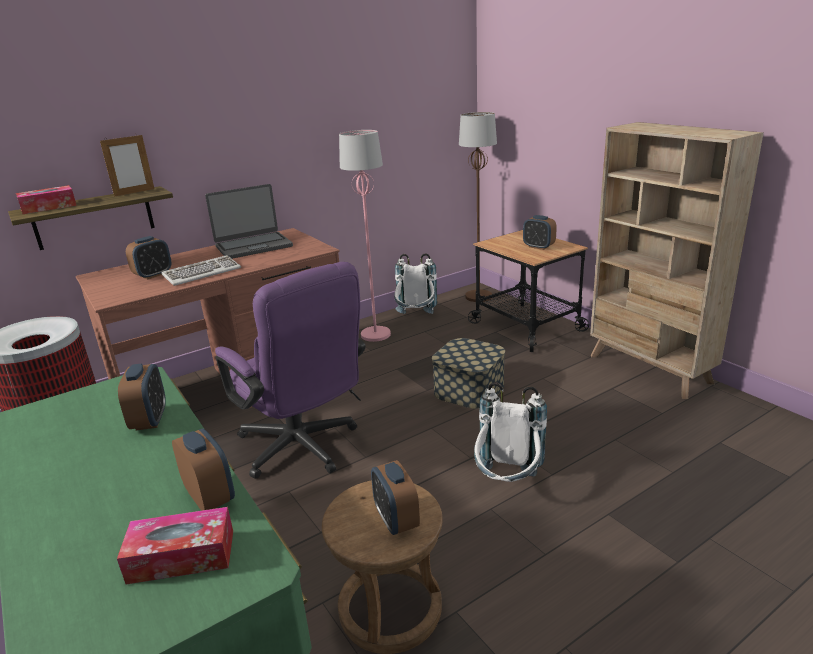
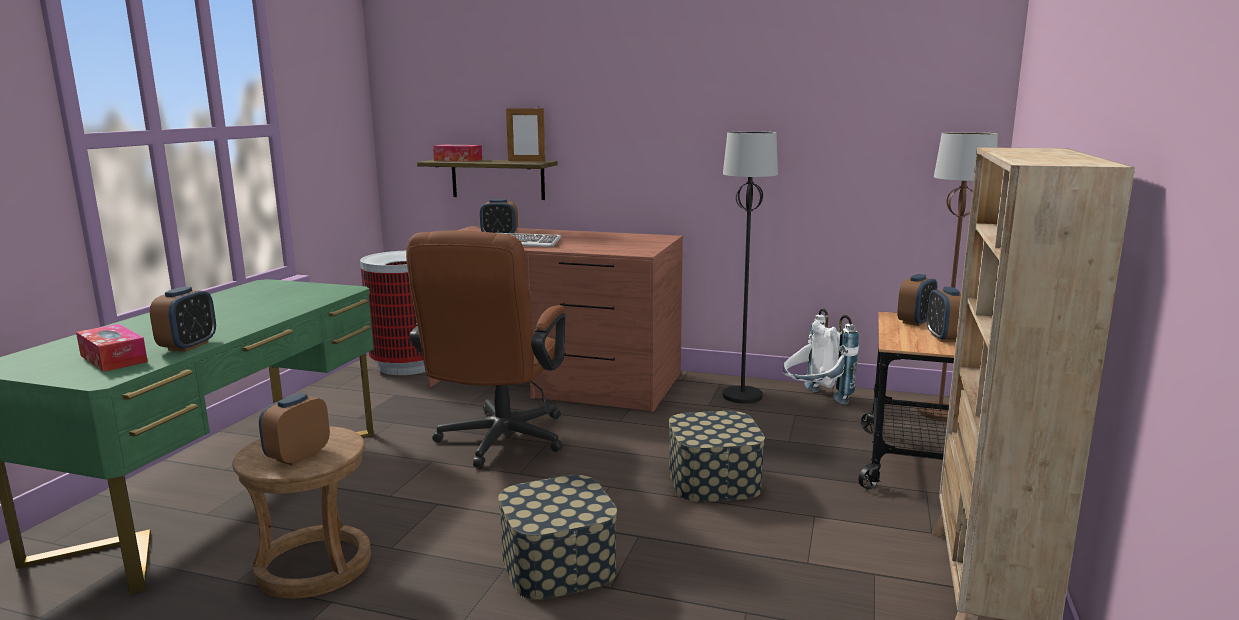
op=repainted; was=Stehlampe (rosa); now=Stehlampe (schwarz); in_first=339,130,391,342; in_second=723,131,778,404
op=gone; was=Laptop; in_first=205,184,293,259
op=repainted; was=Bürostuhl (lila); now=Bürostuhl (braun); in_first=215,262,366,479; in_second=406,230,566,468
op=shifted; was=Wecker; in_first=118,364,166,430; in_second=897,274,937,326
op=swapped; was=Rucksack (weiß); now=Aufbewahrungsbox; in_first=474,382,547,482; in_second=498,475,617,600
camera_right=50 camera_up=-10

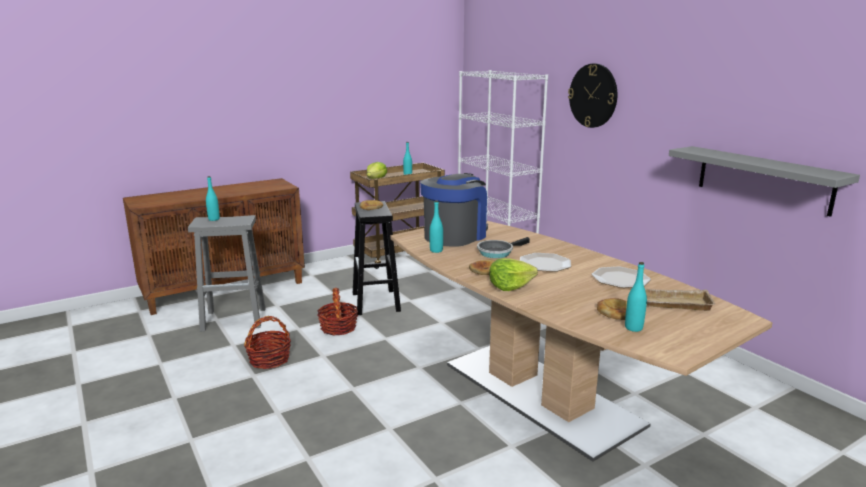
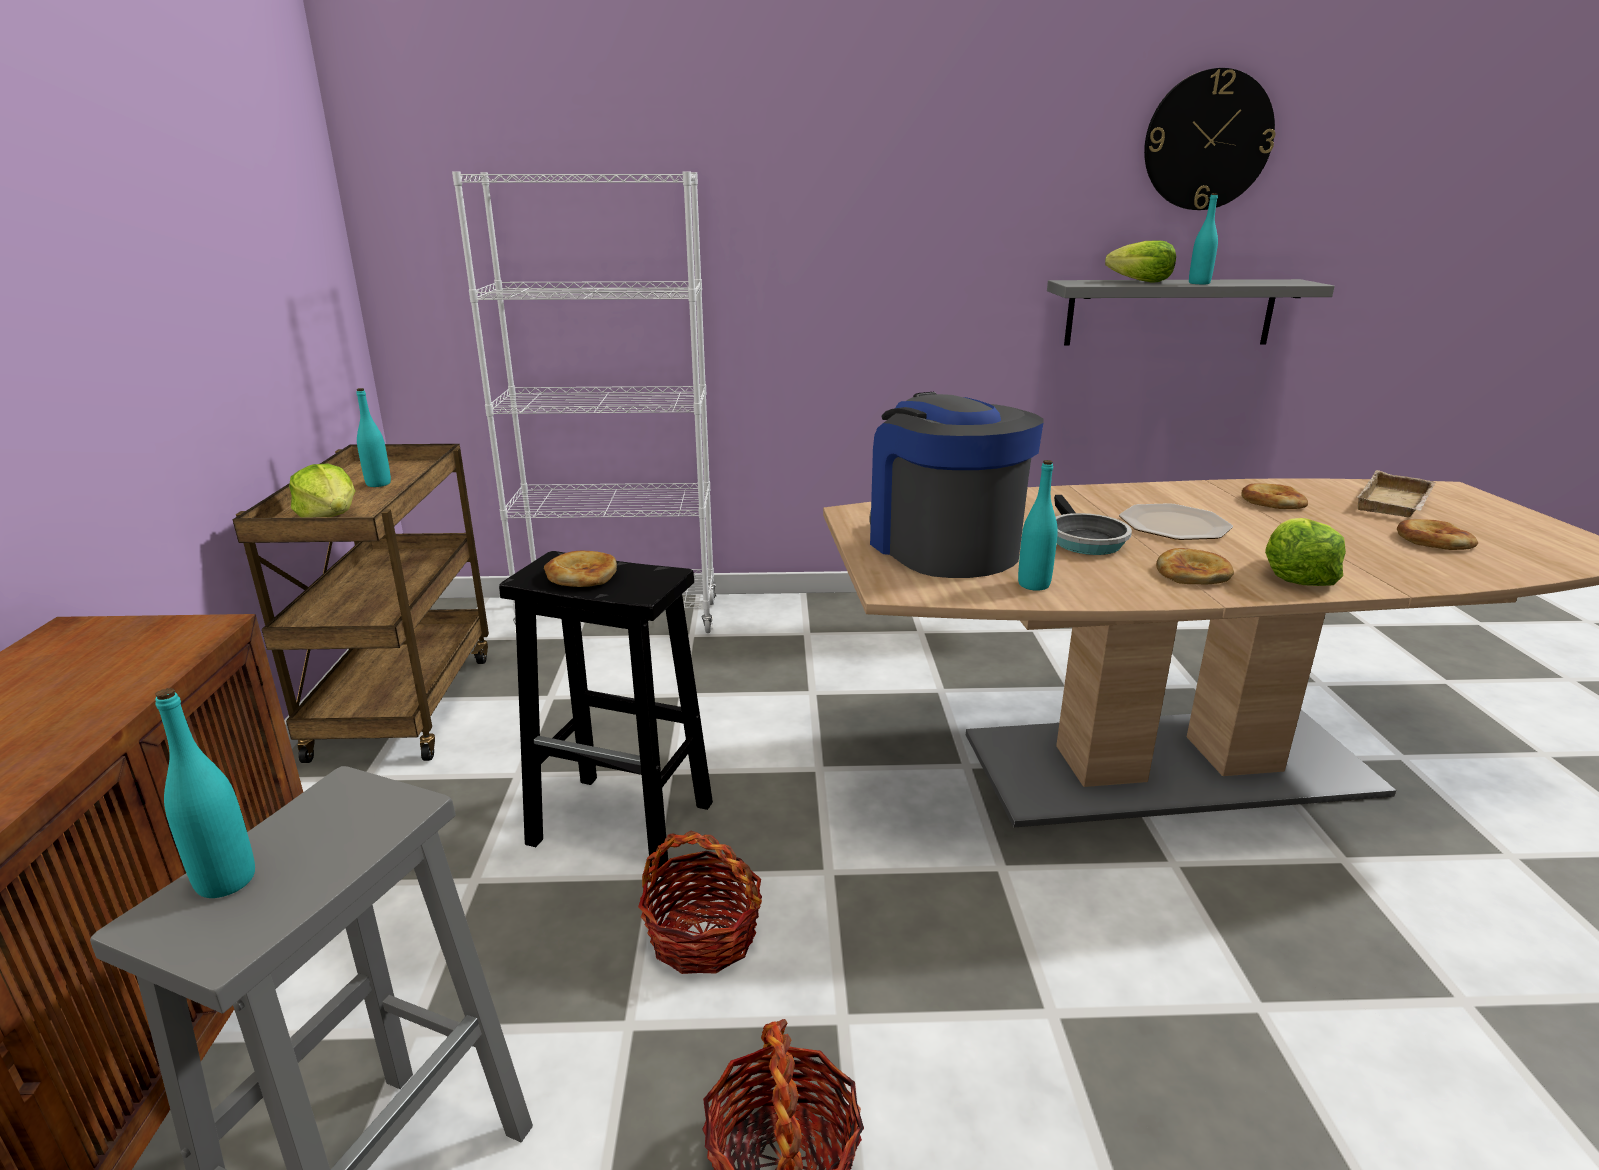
op=shifted; was=Wanduhr; in_first=568,64,617,128; in_second=1144,68,1275,210
op=shifted; was=Flasche (türkis); in_first=625,262,647,332; in_second=1189,193,1218,284
op=swapped; was=Teller; now=Brot; in_first=592,266,651,288; in_second=1241,483,1308,509
op=new; now=Salatkopf; in_second=1105,240,1176,282
camera_right=-60 camera_up=5

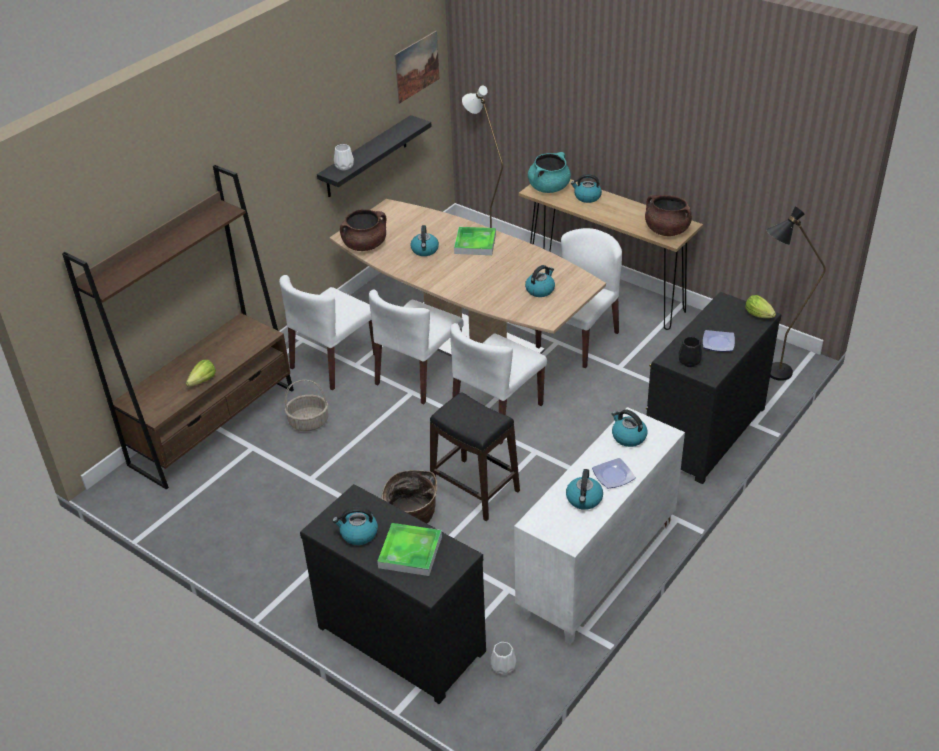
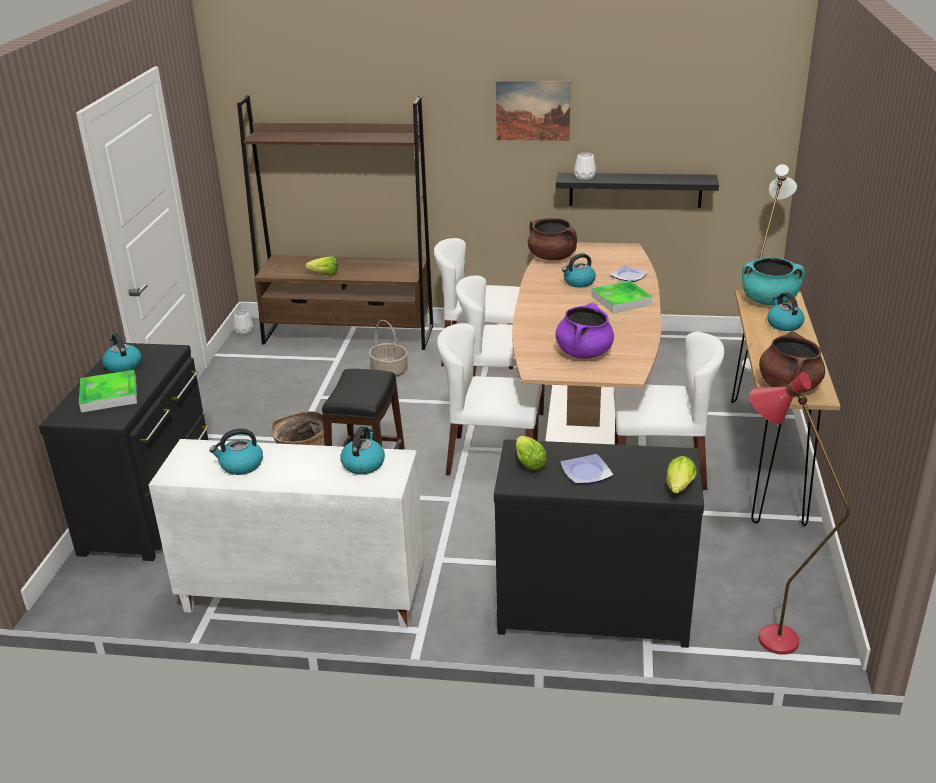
op=shifted; was=Bild; in_first=394,31,439,104; in_second=496,81,571,141
op=repainted; was=Stehlampe (schwarz); now=Stehlampe (rot); in_first=766,206,826,381; in_second=750,372,850,655
op=swapped; was=Wasserkessel; now=Kochtopf (lila); in_first=525,265,555,297; in_second=556,303,614,359
op=swapped; was=Vase (schwarz); now=Salatkopf; in_first=678,337,702,367; in_second=516,436,547,470
op=shifted; was=Teller; in_first=592,458,636,488; in_second=610,265,648,282
op=shifted; was=Vase (weiß); in_first=491,642,516,675; in_second=233,310,253,335
camera_right=60 camera_up=-10

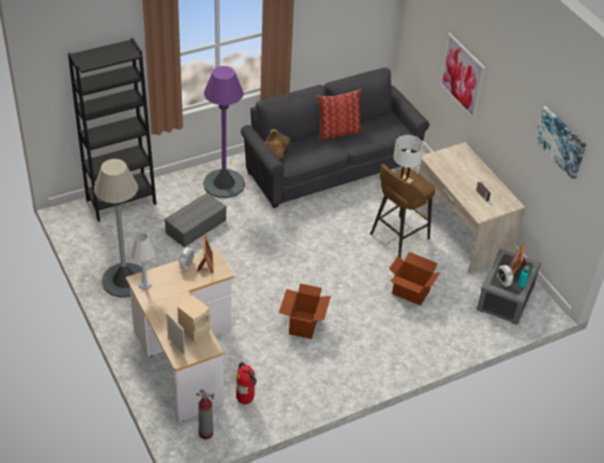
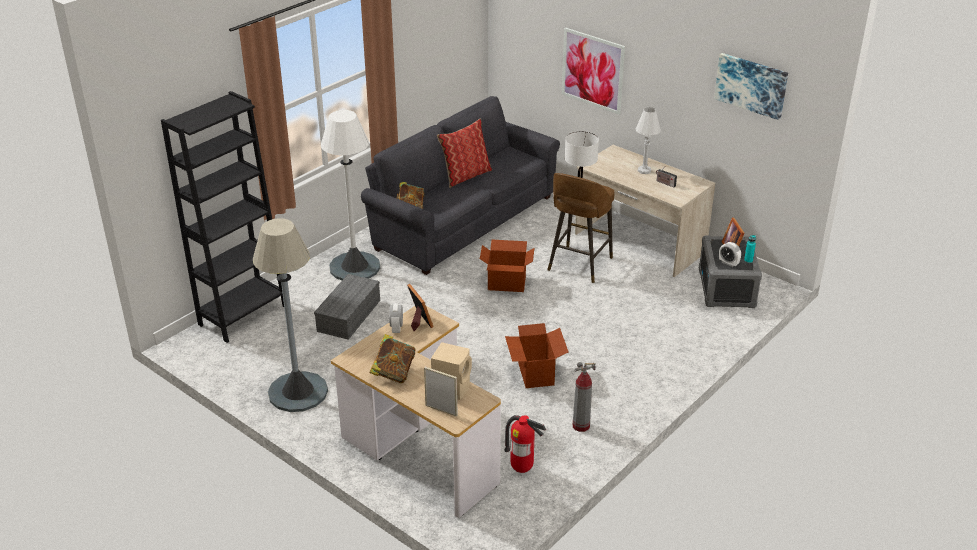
op=repainted; was=Stehlampe (lila); now=Stehlampe (weiß); in_first=203,66,245,198; in_second=321,110,380,280
op=shifted; was=Tischlampe (weiß); in_first=130,233,155,289; in_second=636,107,661,174
op=shifted; was=Karton; in_first=389,252,440,306; in_second=480,239,534,292
op=shifted; was=Feuerlöscher; in_first=196,389,214,439; in_second=573,362,596,432
op=new; now=Buch; in_second=369,334,415,383
camera_right=-20 camera_up=-10

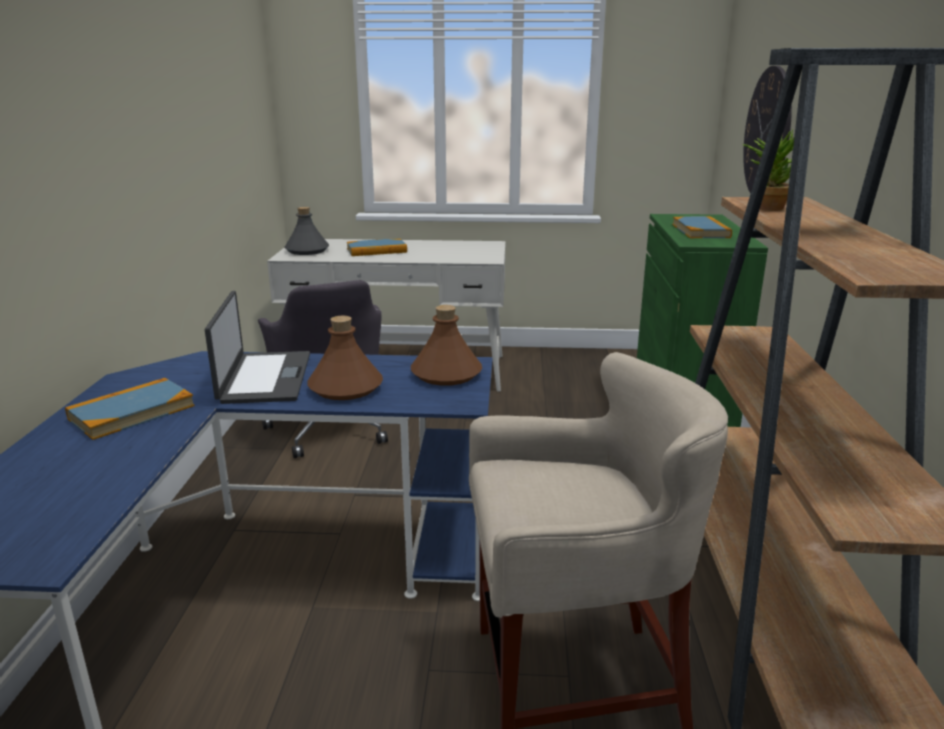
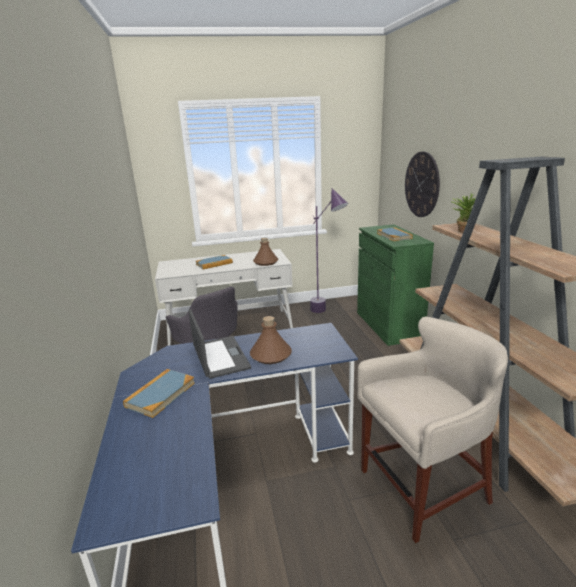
op=gone; was=Flasche (grau); in_first=284,207,329,255
op=shifted; was=Flasche (braun); in_first=411,305,482,386; in_second=253,238,278,266
op=new; now=Stehlampe (lila); in_second=310,188,348,313
camera_right=-15 camera_up=0

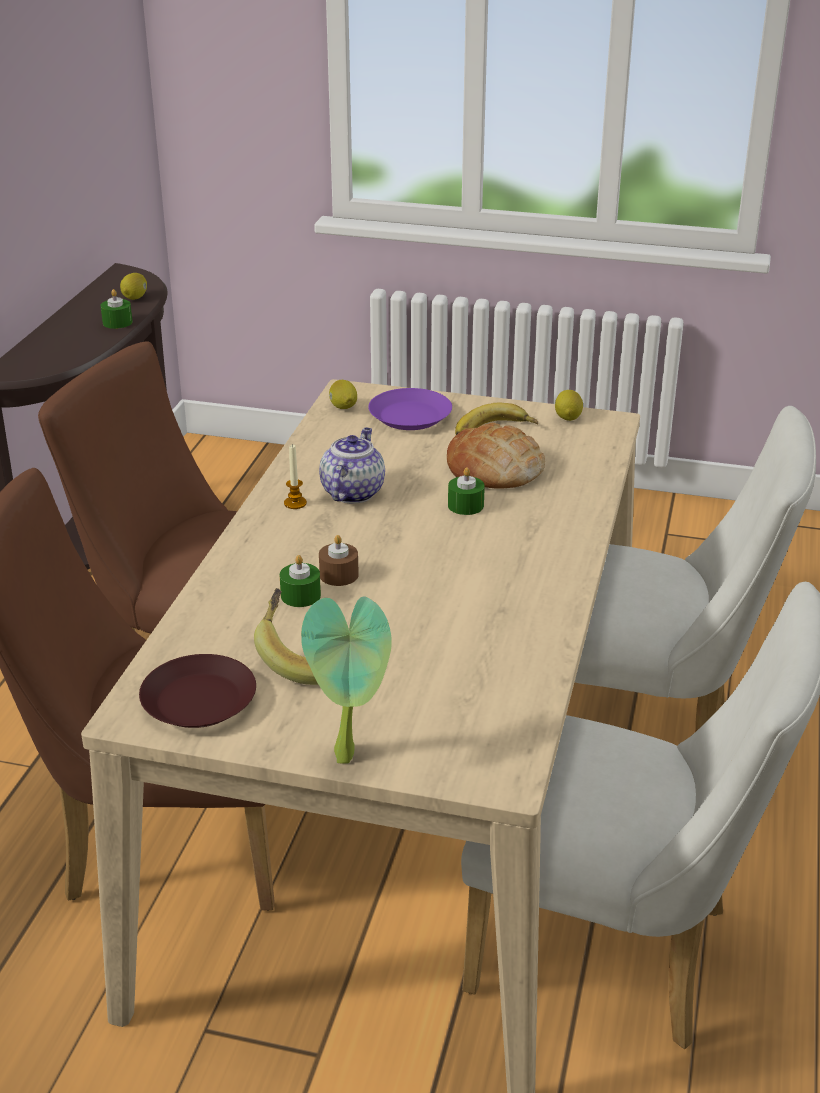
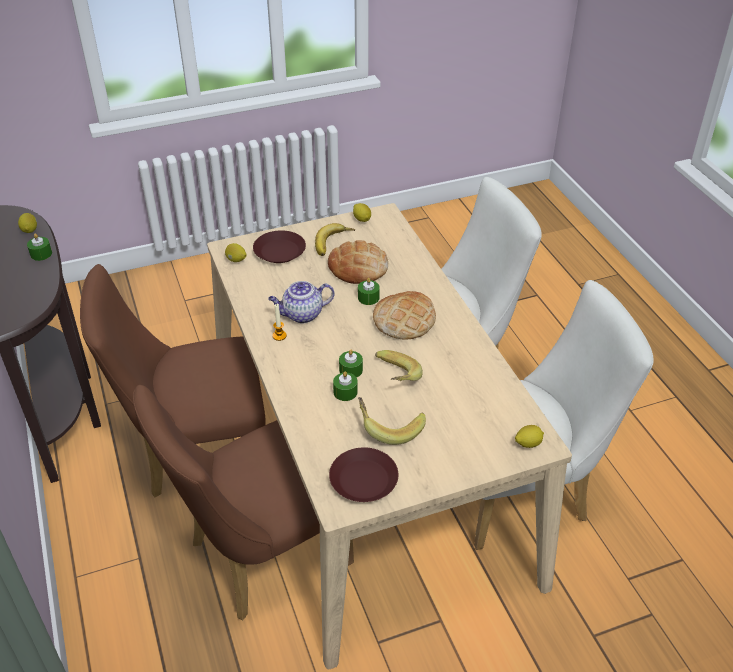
op=repainted; was=Teller (lila); now=Teller (braun); in_first=368,388,452,430; in_second=253,230,306,263
op=rotated; was=Teekanne; in_first=319,428,385,504; in_second=268,281,335,323; clockwise=-90
op=repainted; was=Kerze (braun); now=Kerze (grün); in_first=319,535,359,586; in_second=339,350,363,378
op=gone; was=Topfpflanze; in_first=301,596,392,764
op=new; now=Brot; in_second=373,291,436,340
op=new; now=Banane; in_second=375,350,423,381
op=new; now=Zitrone; in_second=515,425,544,448
camera_right=-35 camera_up=10

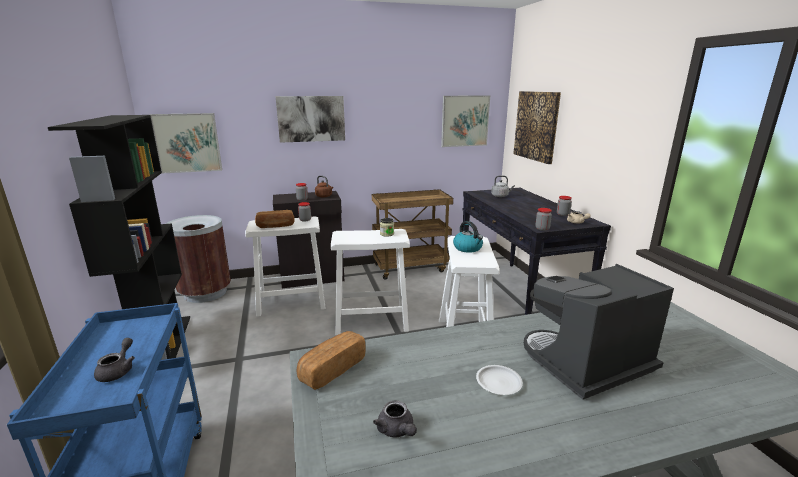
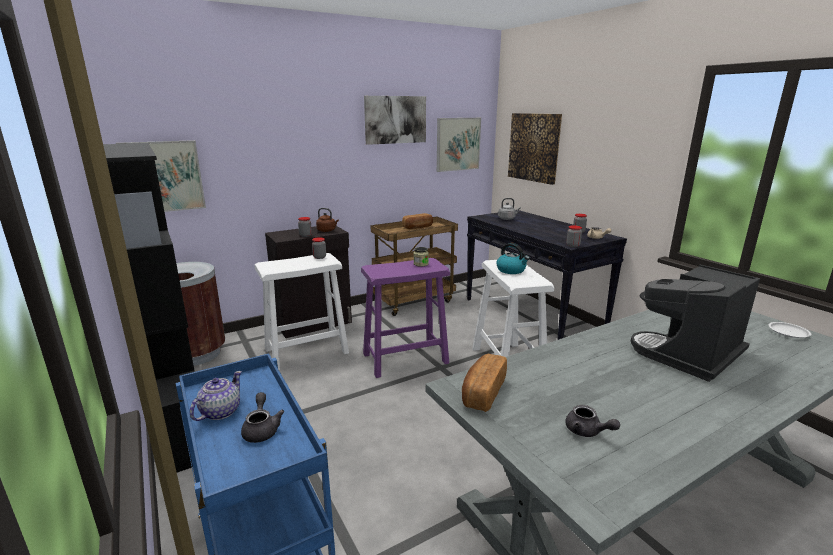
op=shifted; was=Bild; in_first=275,96,345,143; in_second=364,96,426,145
op=shifted; was=Brot; in_first=255,210,295,228; in_second=402,213,433,229
op=repainted; was=Hocker (weiß); now=Hocker (lila); in_first=331,229,410,336; in_second=361,258,450,378
op=shifted; was=Teller (weiß); in_first=476,365,523,395; in_second=769,322,811,338
op=new; now=Teekanne; in_second=190,371,242,421
camera_right=-15 camera_up=0

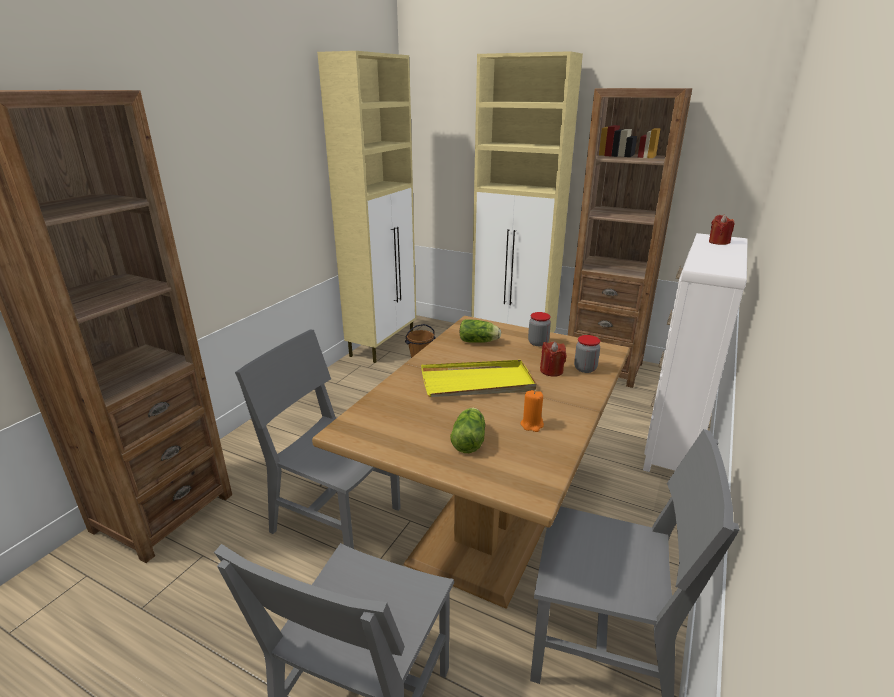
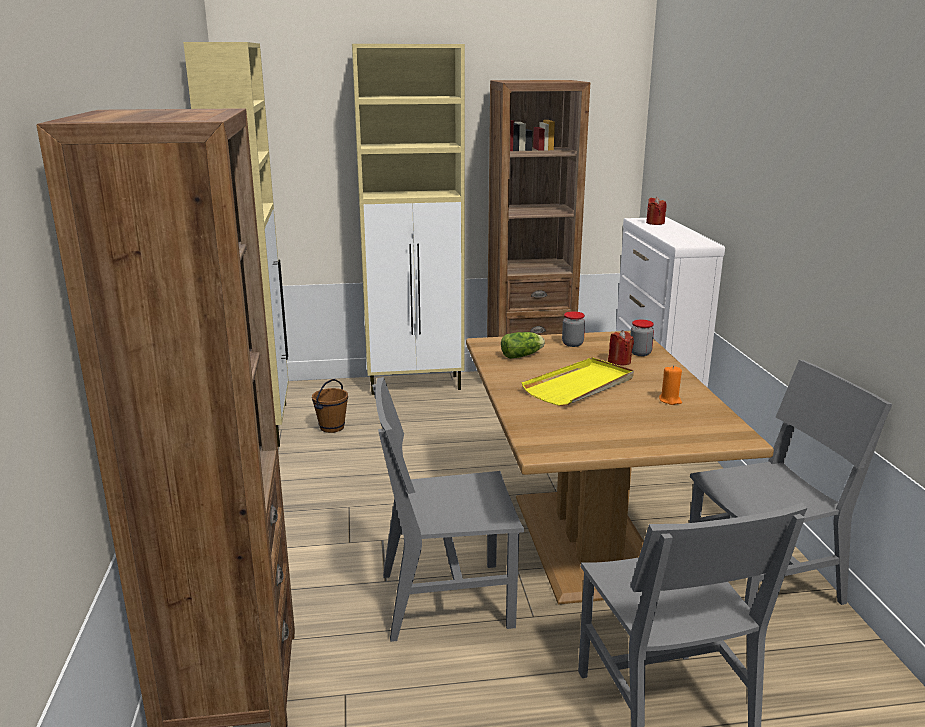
op=gone; was=Salatkopf; in_first=450,408,485,453
camera_right=-35 camera_up=-5

